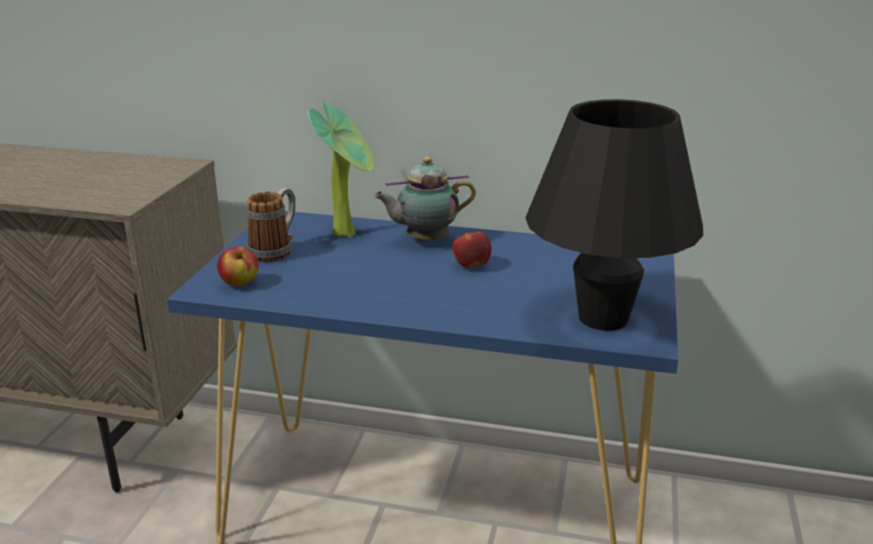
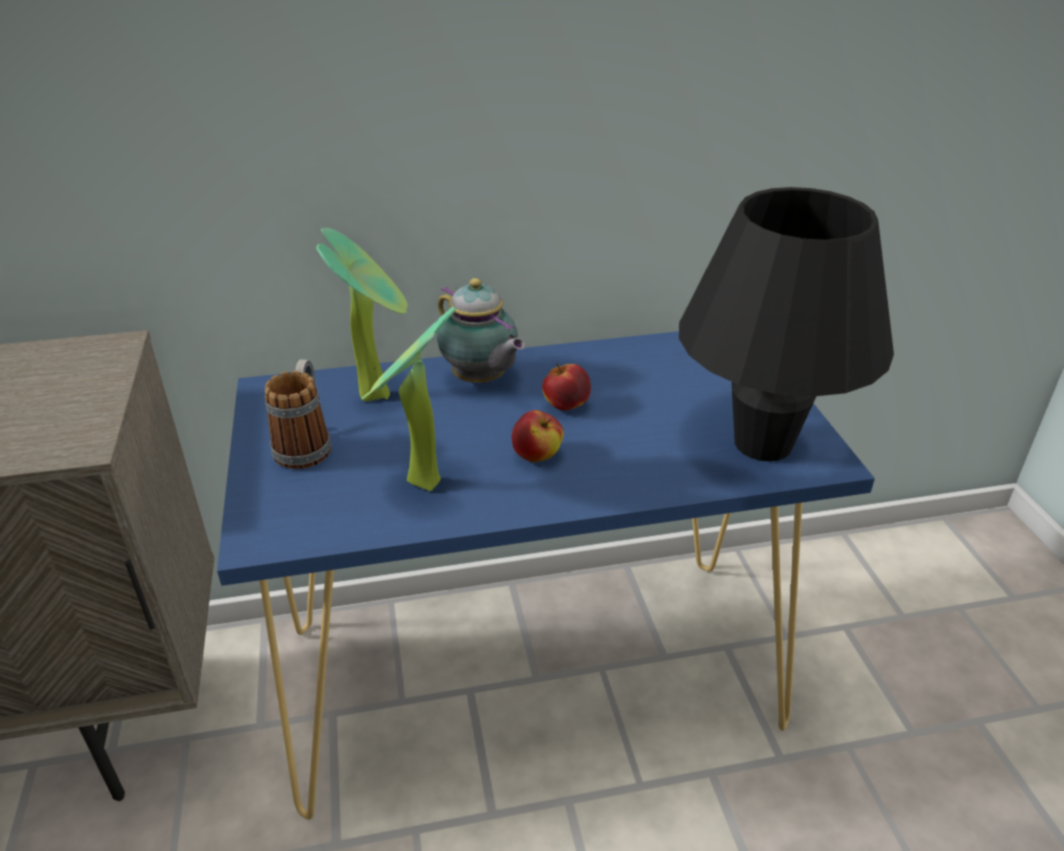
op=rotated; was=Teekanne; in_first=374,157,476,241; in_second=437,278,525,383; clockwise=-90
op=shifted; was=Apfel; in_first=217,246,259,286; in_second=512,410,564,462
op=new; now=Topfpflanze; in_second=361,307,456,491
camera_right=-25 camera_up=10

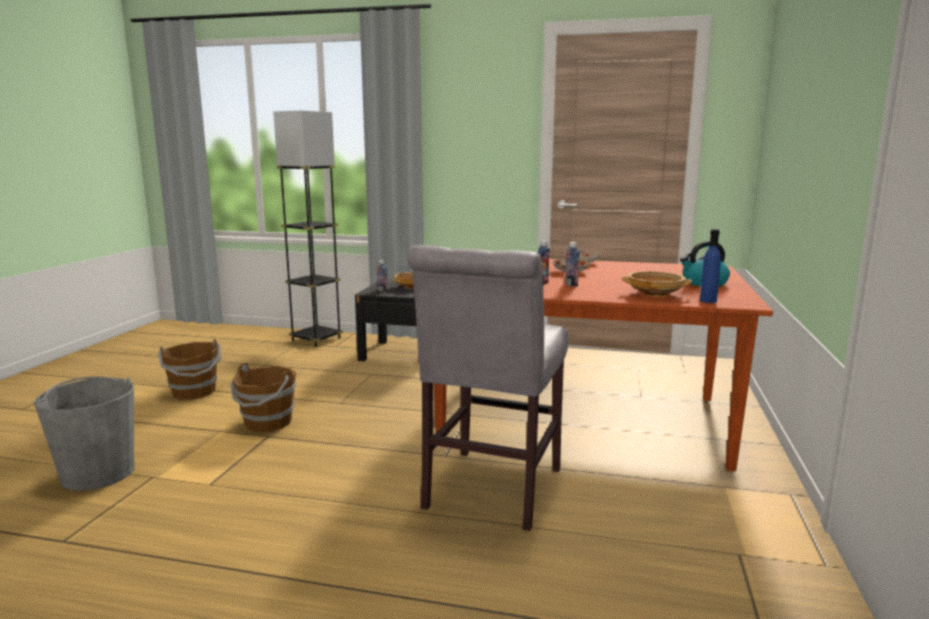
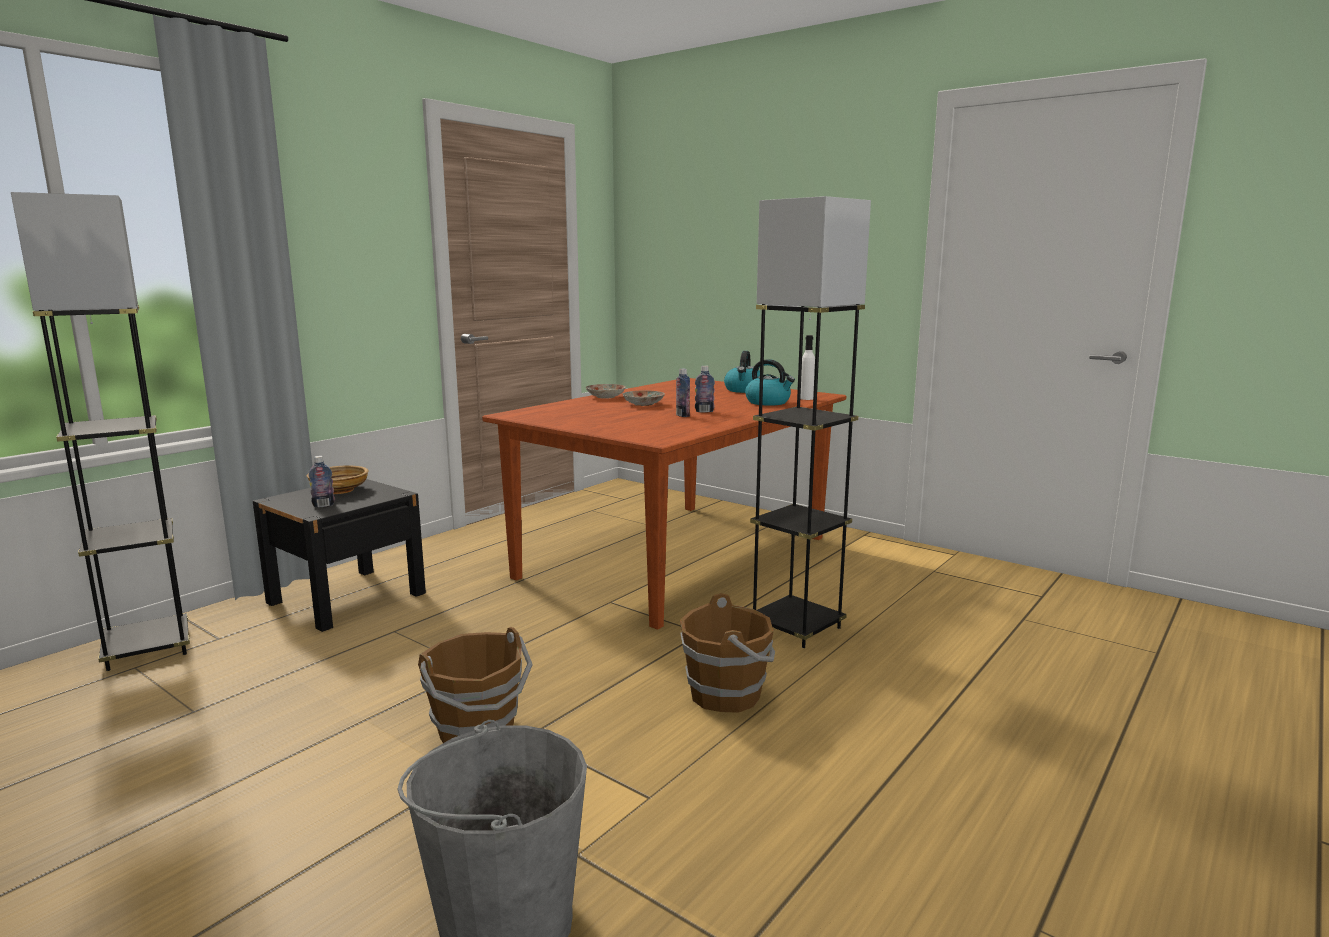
op=repainted; was=Flasche (blau); now=Flasche (weiß); in_first=700,229,721,303; in_second=800,335,815,400
op=swapped; was=Stuhl (grau); now=Stehlampe (grau); in_first=406,245,568,531; in_second=750,196,871,648
op=swapped; was=Schüssel (beige); now=Wasserkessel; in_first=622,271,692,297; in_second=745,359,795,406
op=shifted; was=Eimer (braun); in_first=158,339,222,400; in_second=680,593,775,713
camera_right=-65 camera_up=0

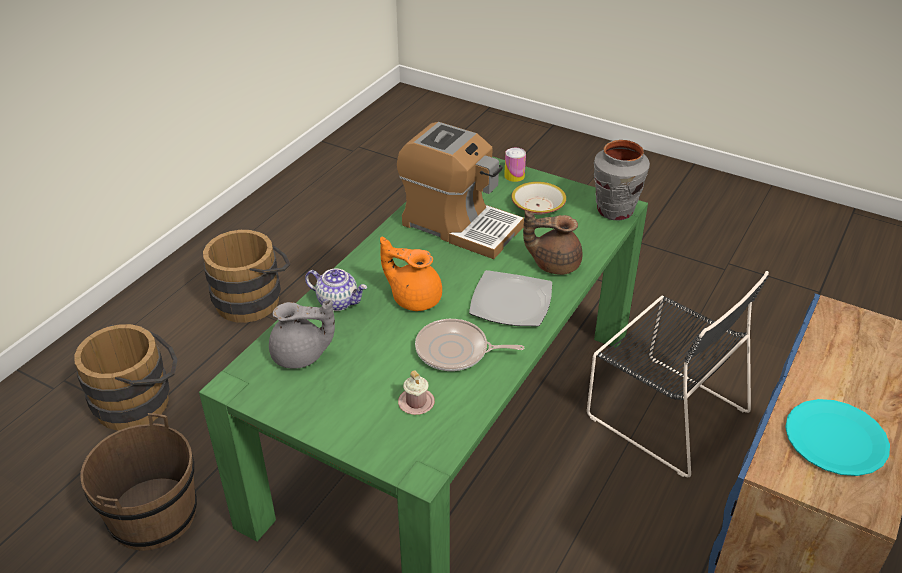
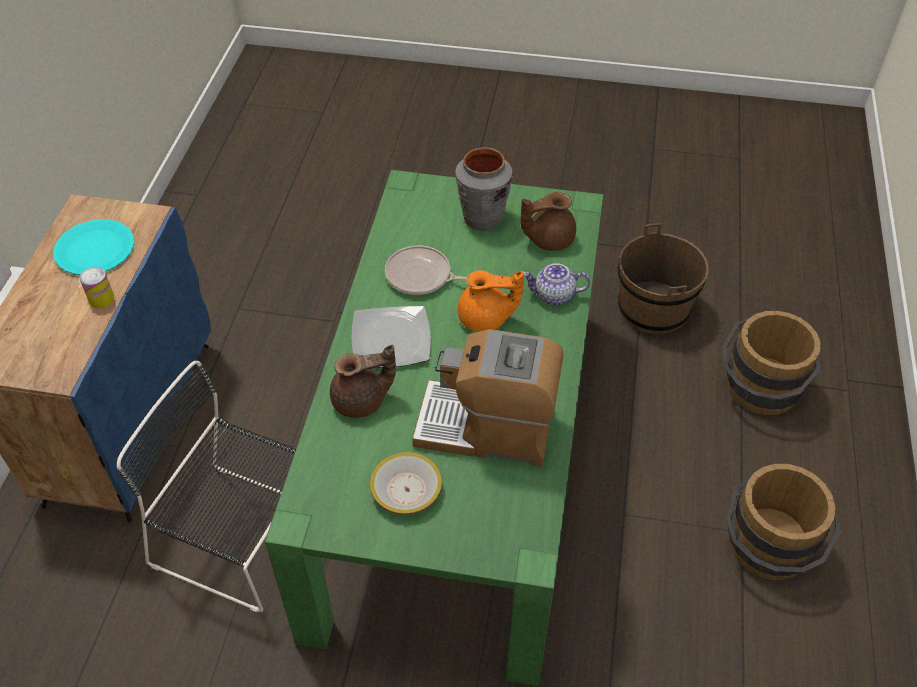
op=shifted; was=Vase (grau); in_first=594,140,650,221; in_second=455,147,513,231
op=shifted; was=Dose; in_first=504,148,526,182; in_second=79,267,114,308
op=repainted; was=Teekanne (grau); now=Teekanne (braun); in_first=269,300,335,369; in_second=520,192,576,251
op=rotated; was=Pfanne; in_first=415,319,524,371; in_second=385,245,467,295; clockwise=-150
op=gone; was=Henkelbecher (rosa); in_first=398,370,435,415
camera_right=160 camera_up=10

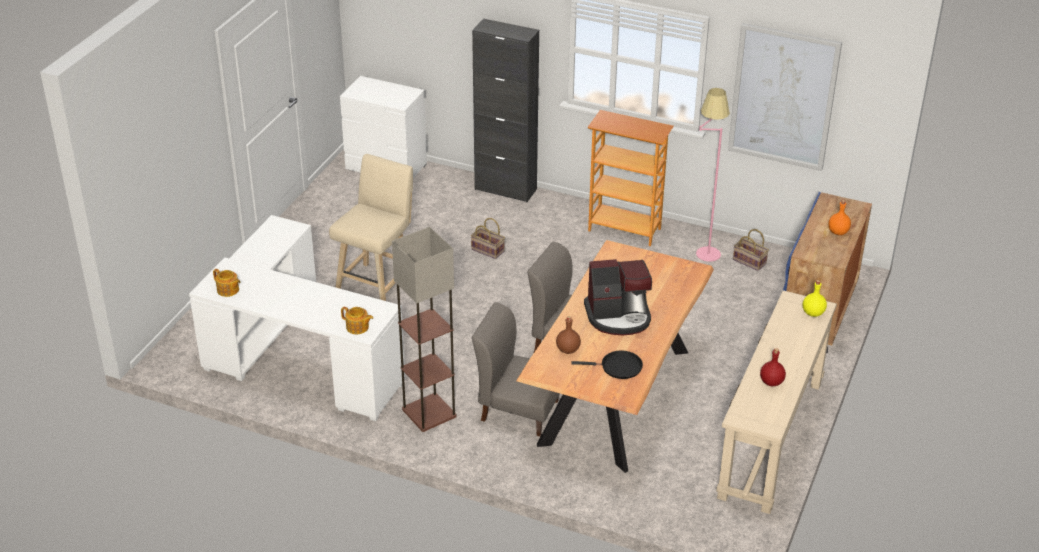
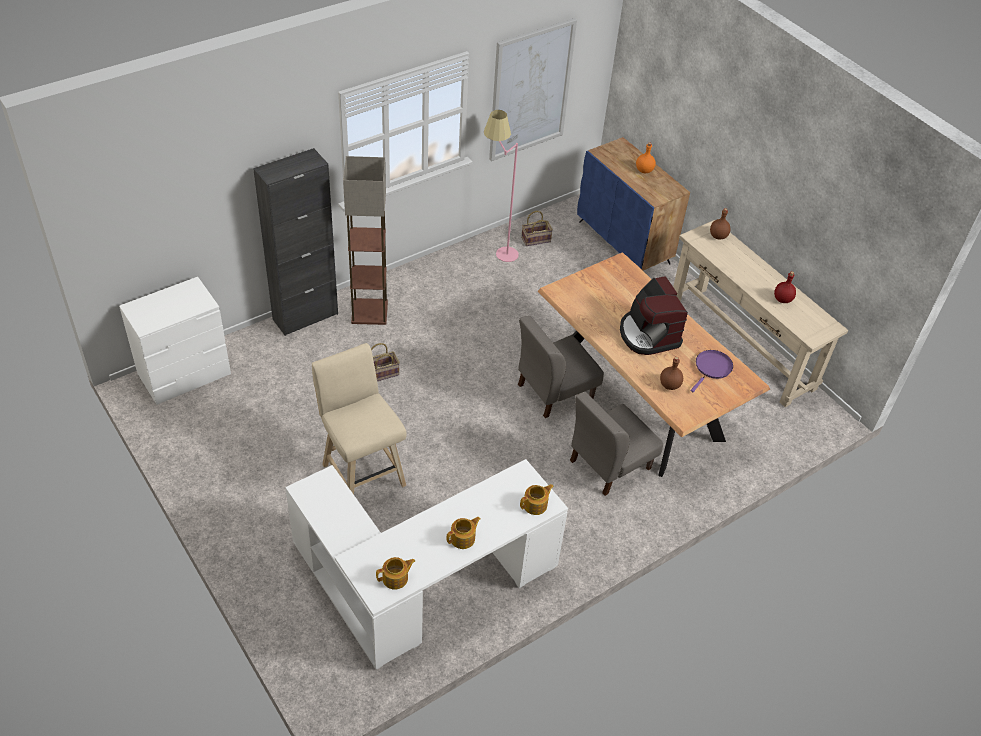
op=gone; was=Bücherregal; in_first=588,110,674,246
op=shifted; was=Stehlampe; in_first=392,227,457,432; in_second=343,156,388,325
op=rotated; was=Kaffeemaschine; in_first=584,259,652,336; in_second=620,276,688,355; clockwise=135
op=repainted; was=Flasche (gelb); now=Flasche (braun); in_first=803,280,827,317; in_second=710,208,731,239
op=repainted; was=Pfanne (schwarz); now=Pfanne (lila); in_first=571,351,643,379; in_second=691,350,733,392
op=new; now=Teekanne; in_second=446,517,481,549
camera_right=-60 camera_up=10

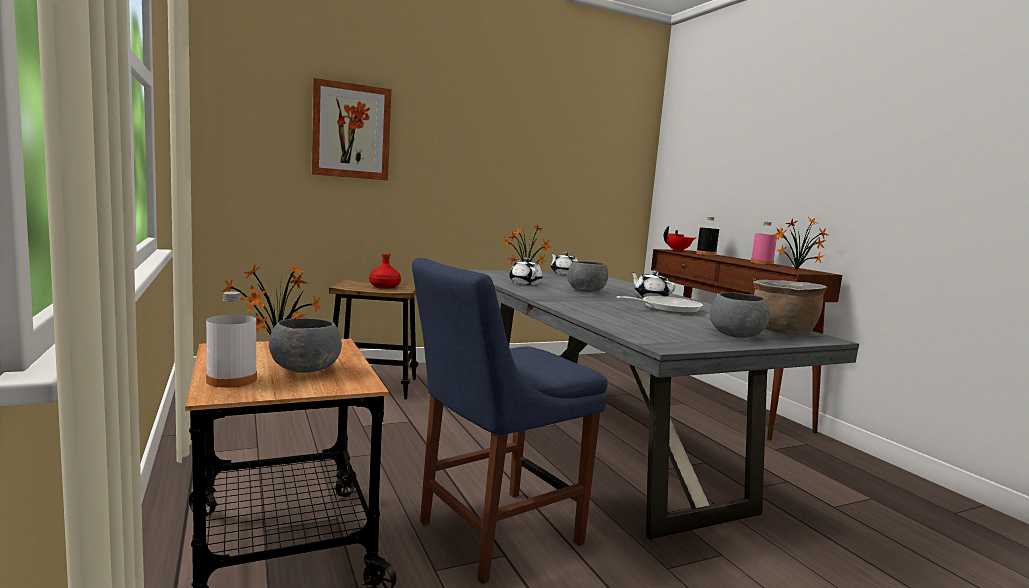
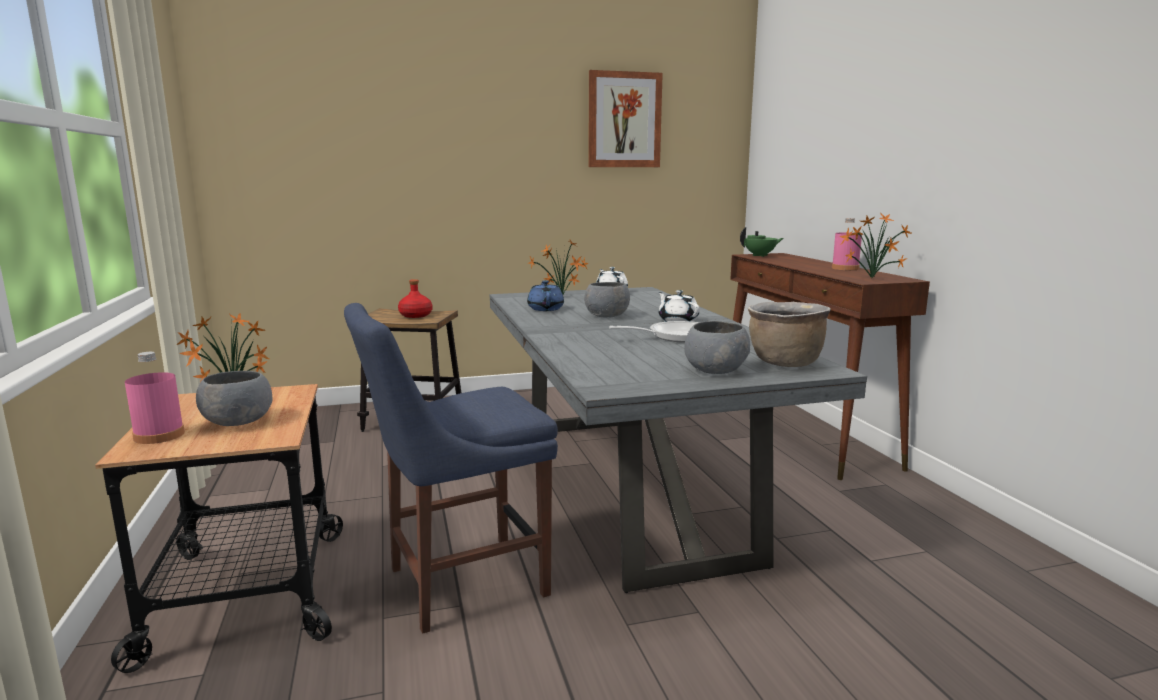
op=shifted; was=Bild; in_first=311,78,391,180; in_second=588,70,663,167
op=gone; was=Flasche (schwarz); in_first=696,217,719,256
op=repainted; was=Teekanne (rot); now=Teekanne (grün); in_first=664,226,695,252; in_second=740,227,783,257
op=repainted; was=Teekanne (weiß); now=Teekanne (blau); in_first=509,258,542,285; in_second=527,280,564,311
op=repainted; was=Flasche (weiß); now=Flasche (rosa); in_first=206,292,257,388; in_second=125,352,185,444
camera_right=10 camera_up=5

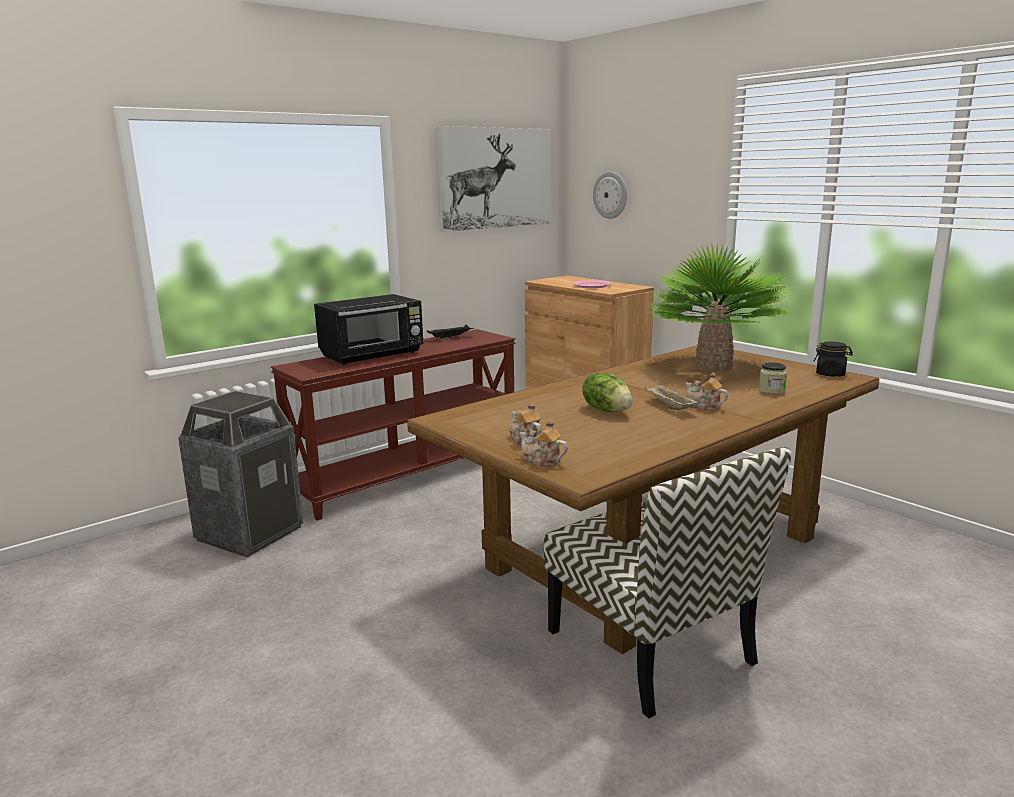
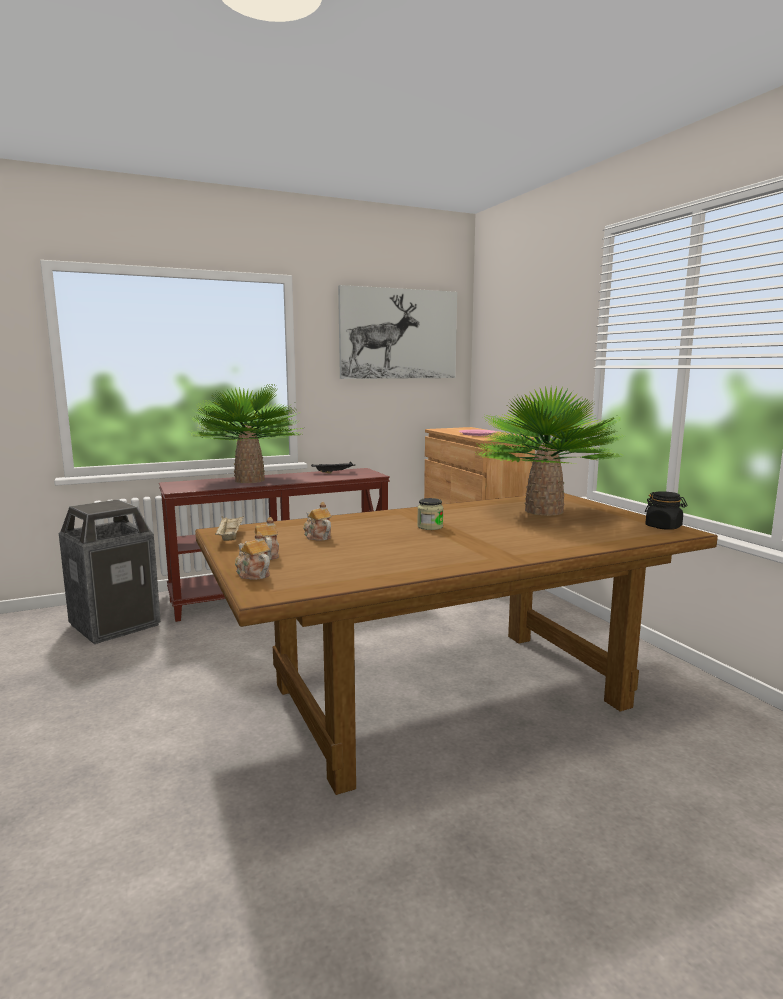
op=gone; was=Wanduhr; in_first=593,171,627,219
op=swapped; was=Mikrowelle (schwarz); now=Topfpflanze; in_first=314,294,423,365; in_second=189,383,303,483
op=shifted; was=Vorratsglas; in_first=759,362,787,394; in_second=417,498,443,530
op=shifted; was=Teekanne; in_first=686,372,728,410; in_second=303,502,332,540
op=gone; was=Salatkopf; in_first=582,373,633,412
op=shifted; was=Tablett (beige); in_first=645,384,699,410; in_second=216,516,244,541
op=gone; was=Stuhl; in_first=544,447,792,719
camera_right=15 camera_up=-5

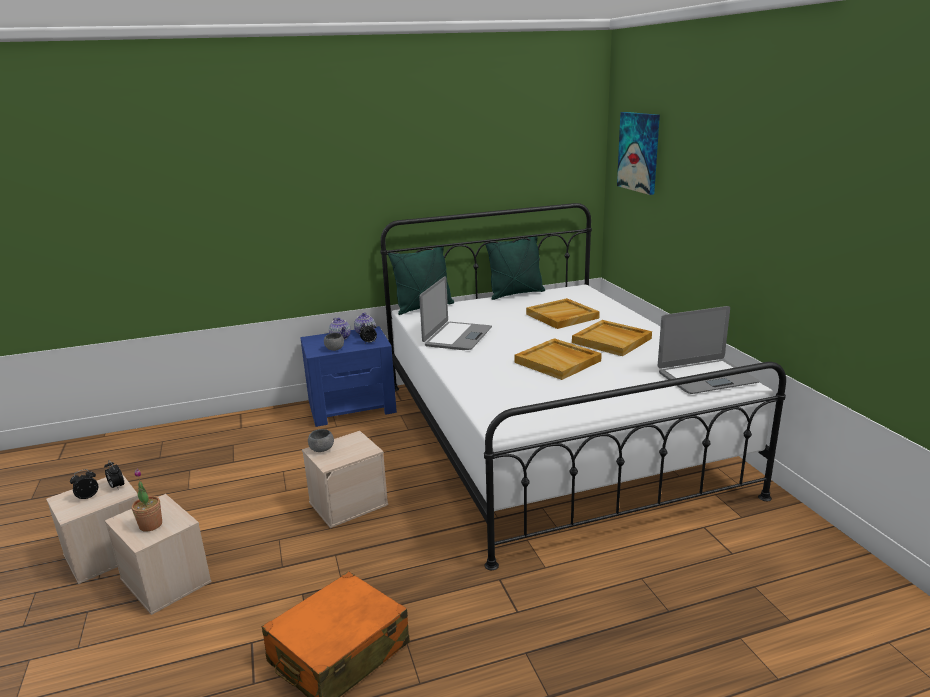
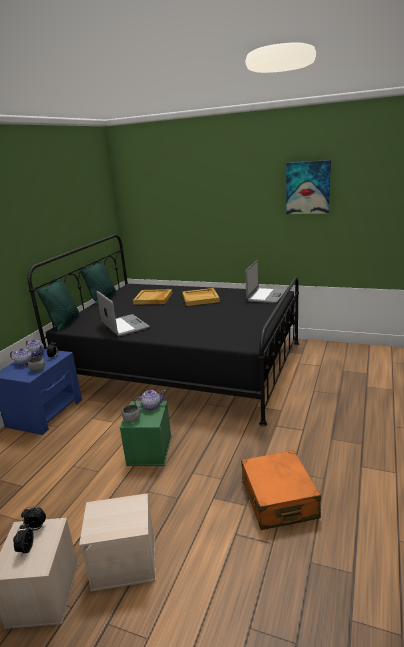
op=shifted; was=Bild; in_first=617,112,660,195; in_second=286,160,331,214
op=repainted; was=Bett (weiß); now=Bett (schwarz); in_first=380,203,786,570; in_second=27,234,299,426
op=gone; was=Tablett (beige); in_first=514,338,602,380
op=repainted; was=Aufbewahrungsbox (beige); now=Aufbewahrungsbox (grün); in_first=302,431,388,528; in_second=120,401,171,466
op=gone; was=Topfpflanze; in_first=132,468,162,532
op=new; now=Teekanne; in_second=134,390,166,411
camera_right=-50 camera_up=0

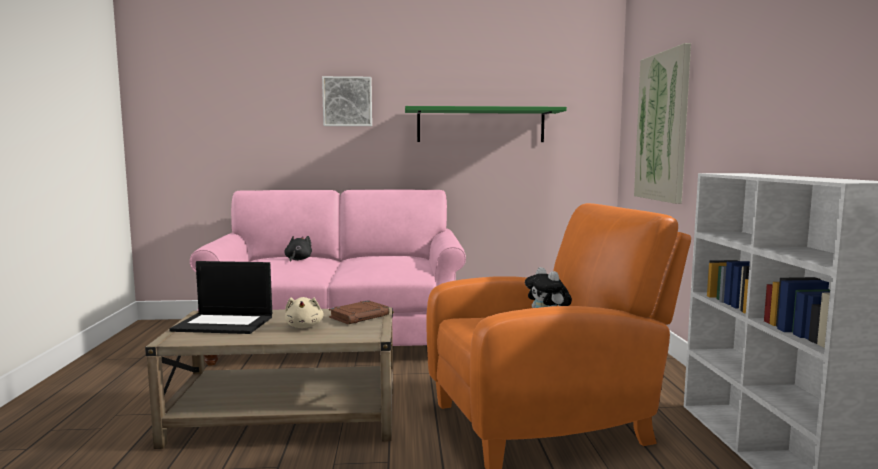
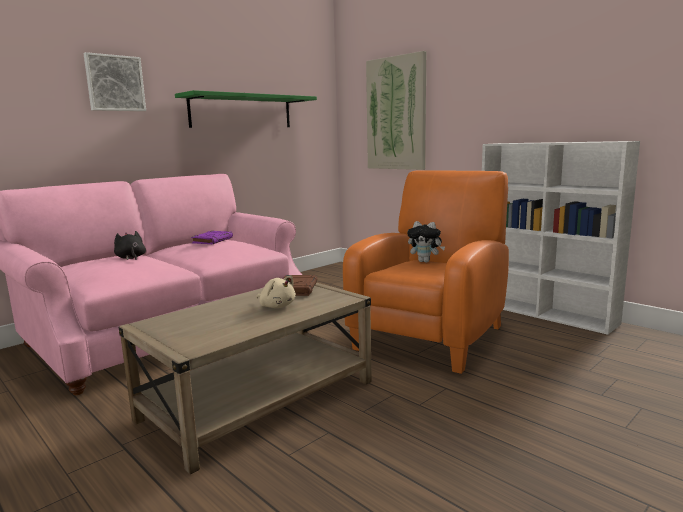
op=gone; was=Laptop; in_first=169,261,272,334
op=new; now=Buch (lila); in_second=191,231,233,244
camera_right=-40 camera_up=5

